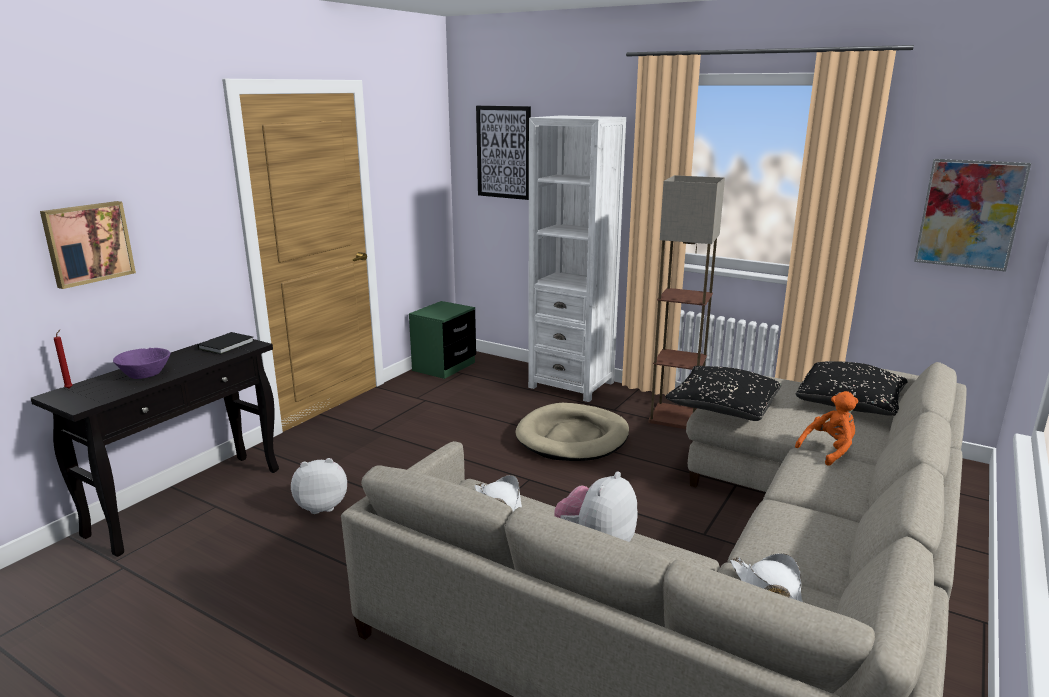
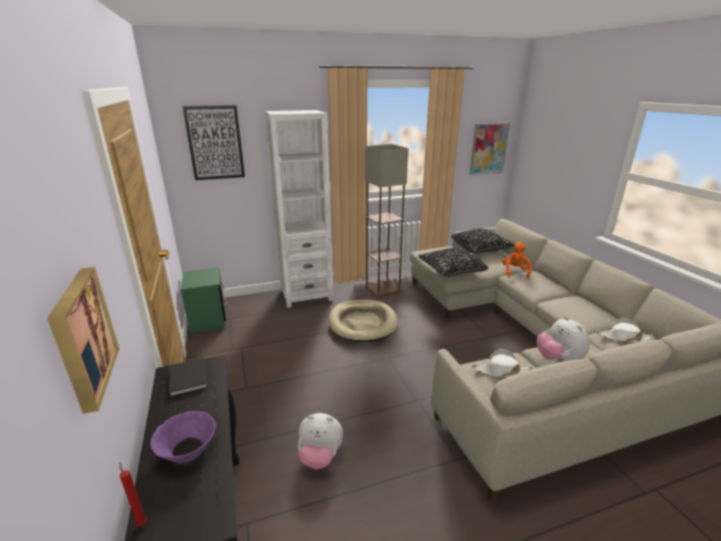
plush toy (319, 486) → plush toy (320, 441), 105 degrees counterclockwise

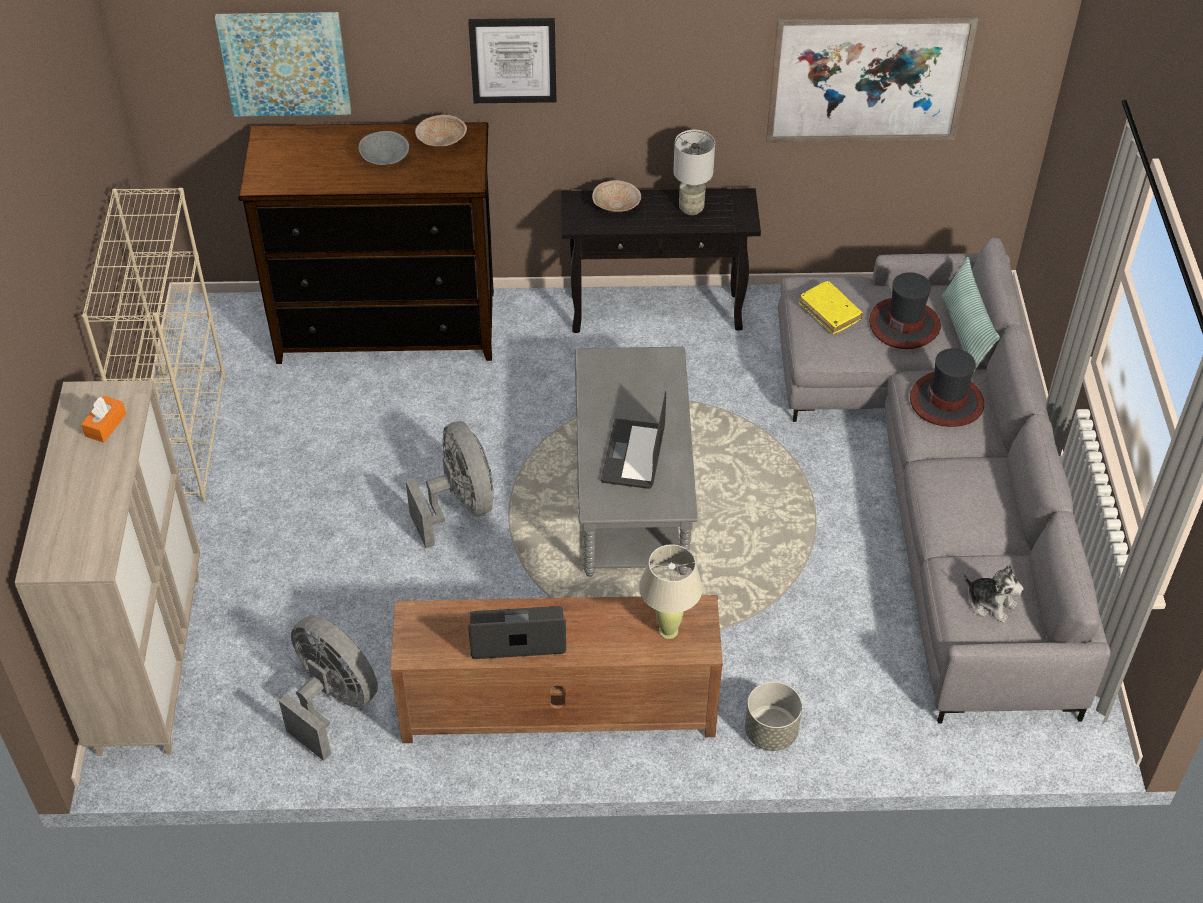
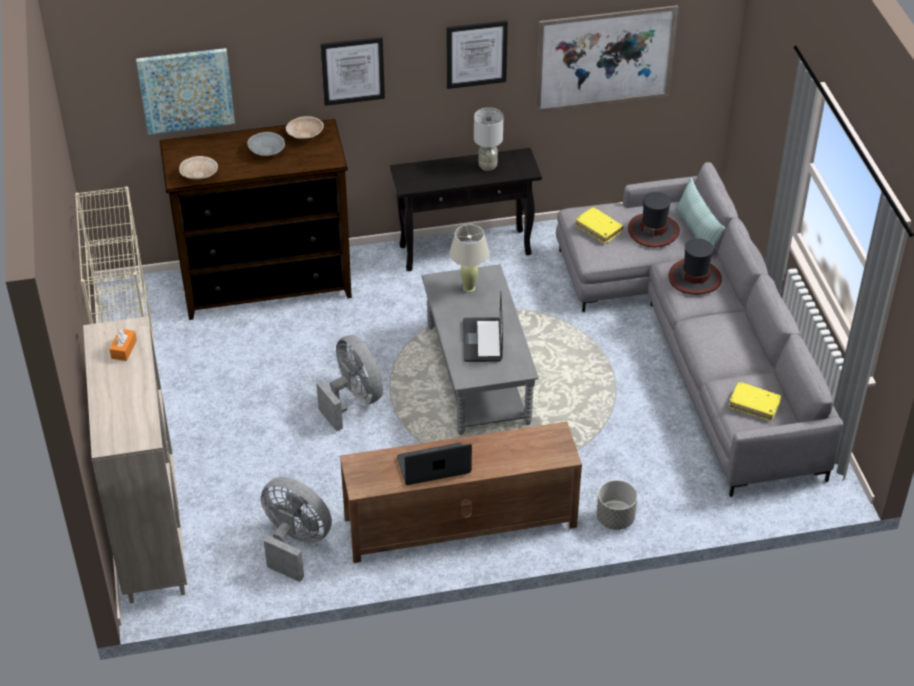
beige bowl (616, 196) → beige bowl (198, 168), moved
- → picture (477, 54)
beige tabletop lamp (671, 592) → beige tabletop lamp (469, 258), moved
plush toy (994, 594) → yellow-coloured volume (755, 401)

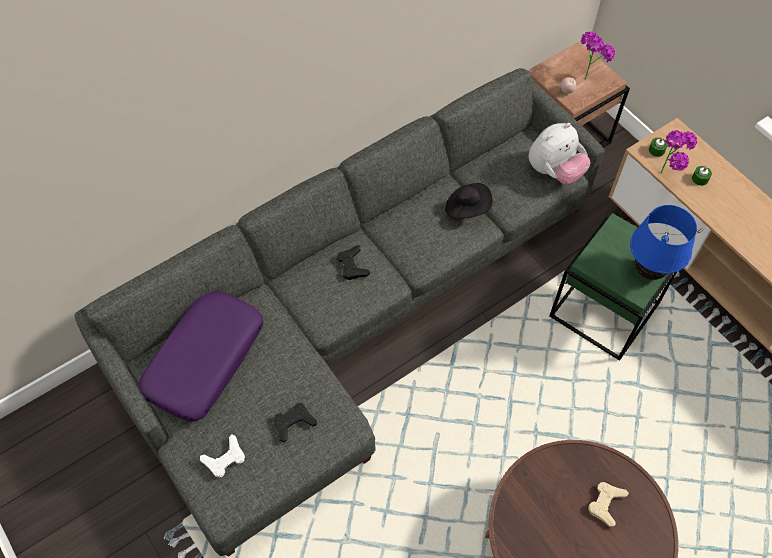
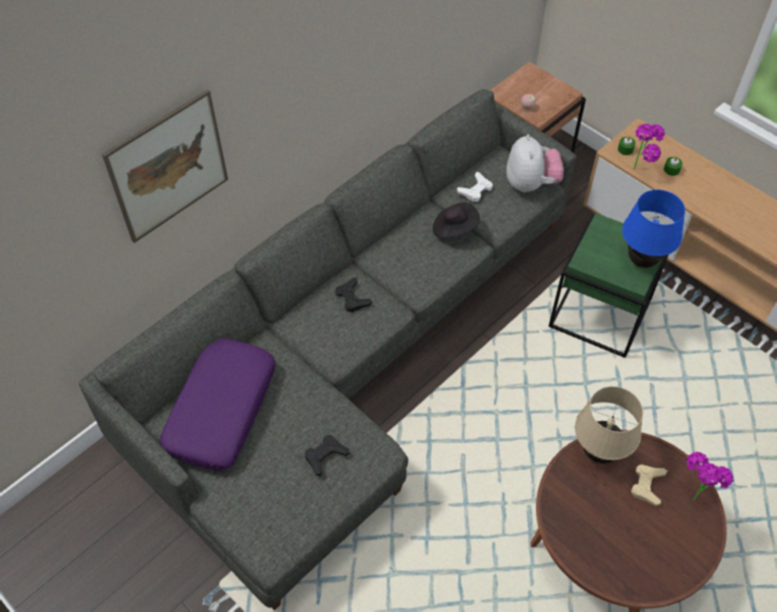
- → picture (165, 166)
white gamepad (222, 456) → white gamepad (475, 186), moved
plush toy (560, 154) → plush toy (535, 163), 45 degrees counterclockwise
- → beige tabletop lamp (609, 425)
plant in a pot (598, 55) → plant in a pot (709, 476), moved

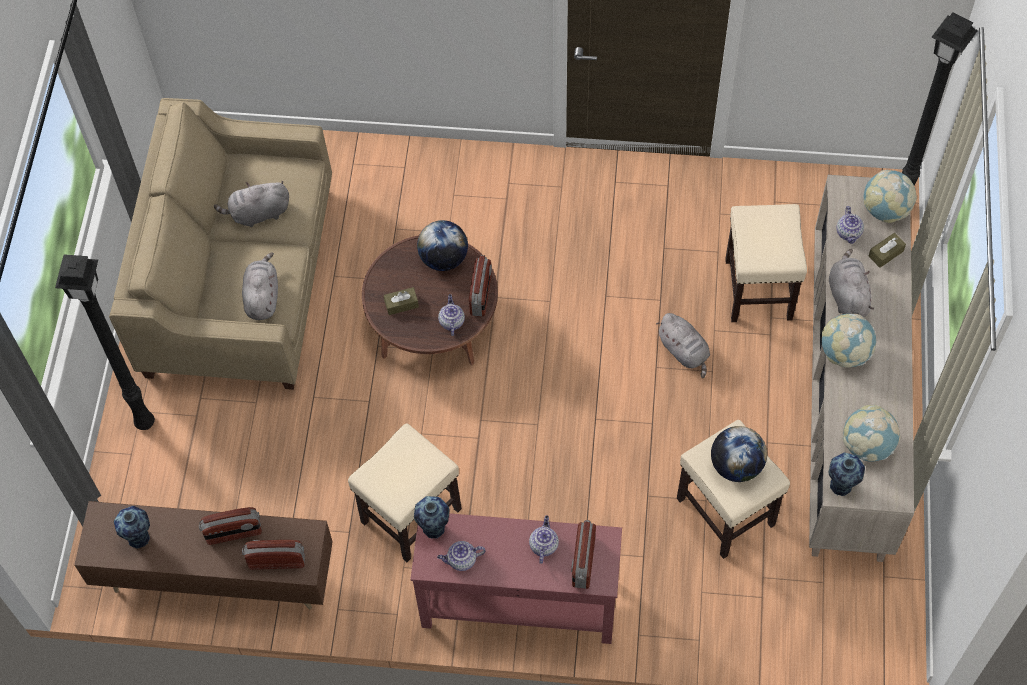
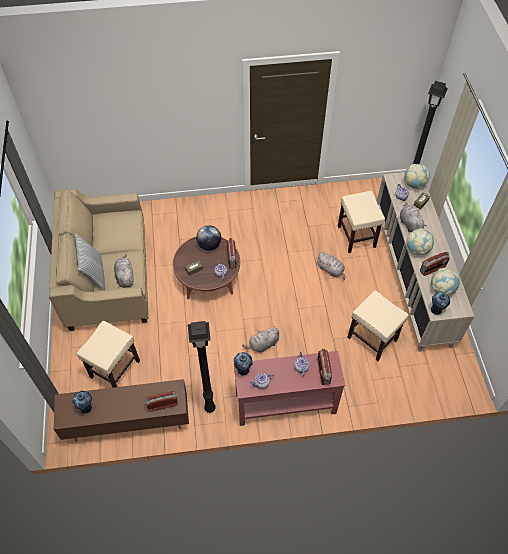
- → pillow (90, 262)
beige sitting stool (405, 492) → beige sitting stool (108, 354), moved
blackish standing lamp (105, 342) → blackish standing lamp (202, 367), moved
grey plush toy (251, 204) → grey plush toy (260, 339), moved
radio (230, 526) → radio (435, 264), moved
world globe (739, 454) → -

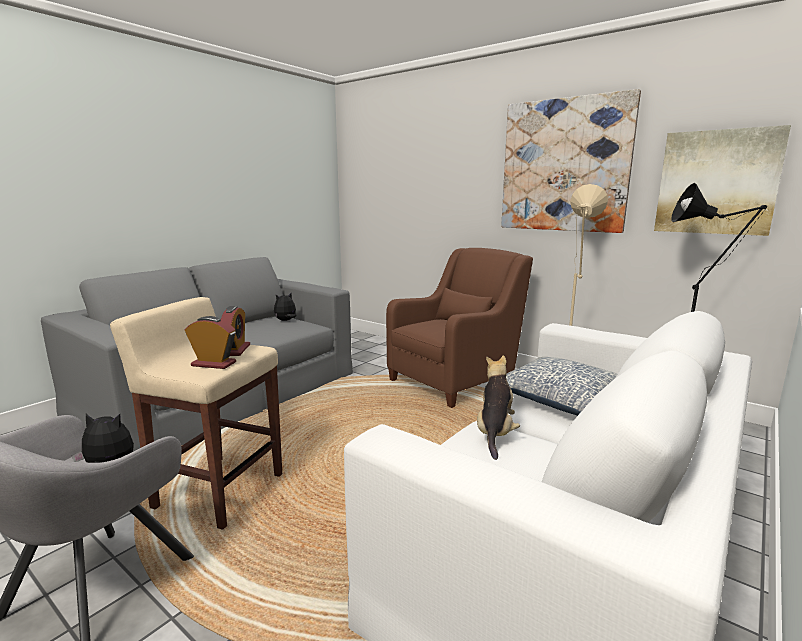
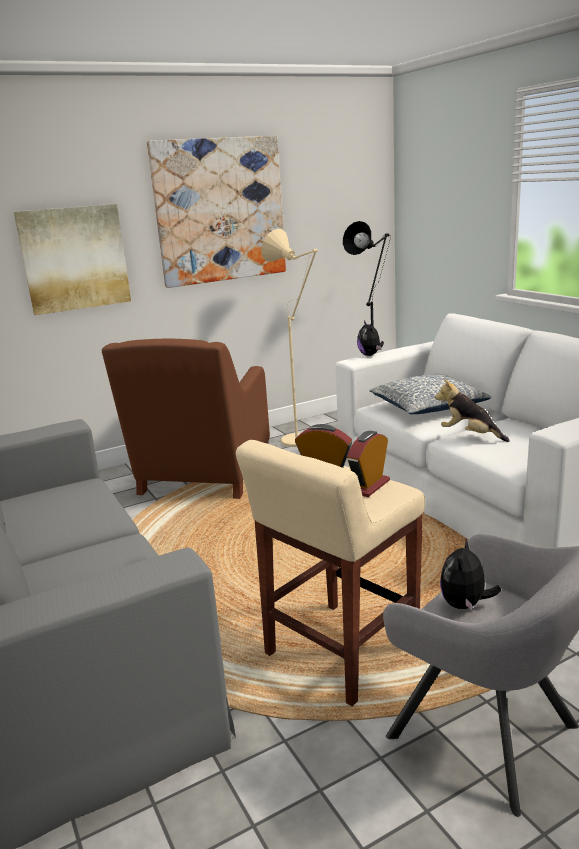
picture (722, 180) → picture (72, 259), moved
brown-coloured armchair (459, 328) → brown-coloured armchair (186, 419), 150 degrees counterclockwise
plush toy (285, 307) → plush toy (370, 338), moved

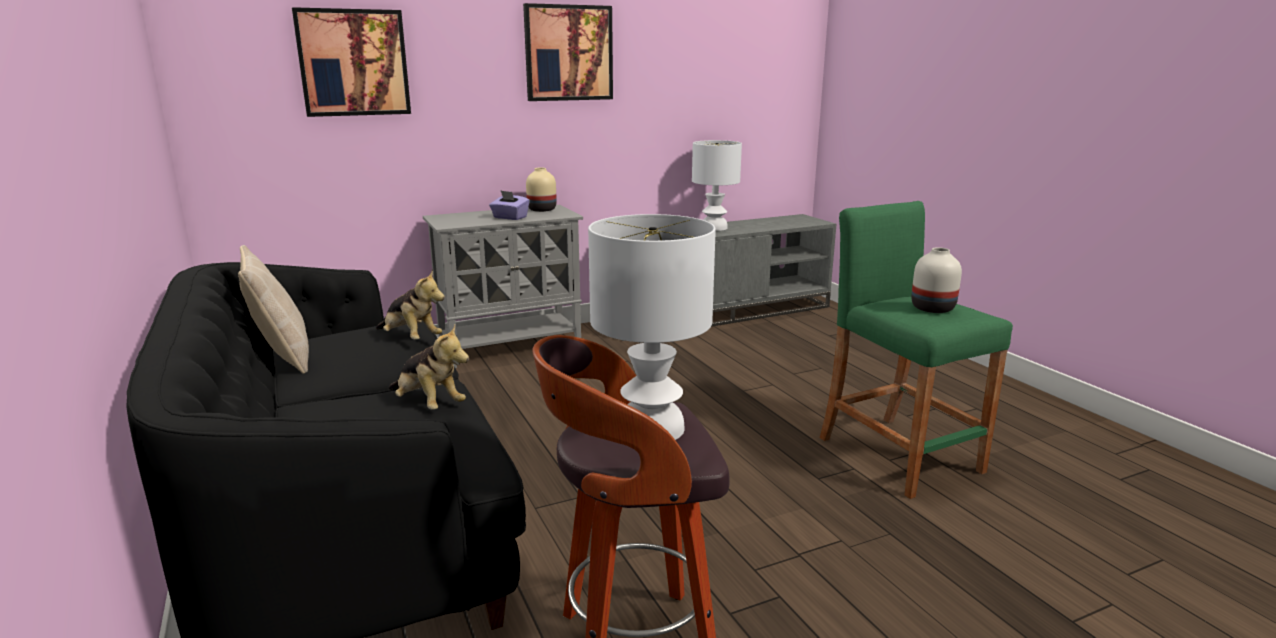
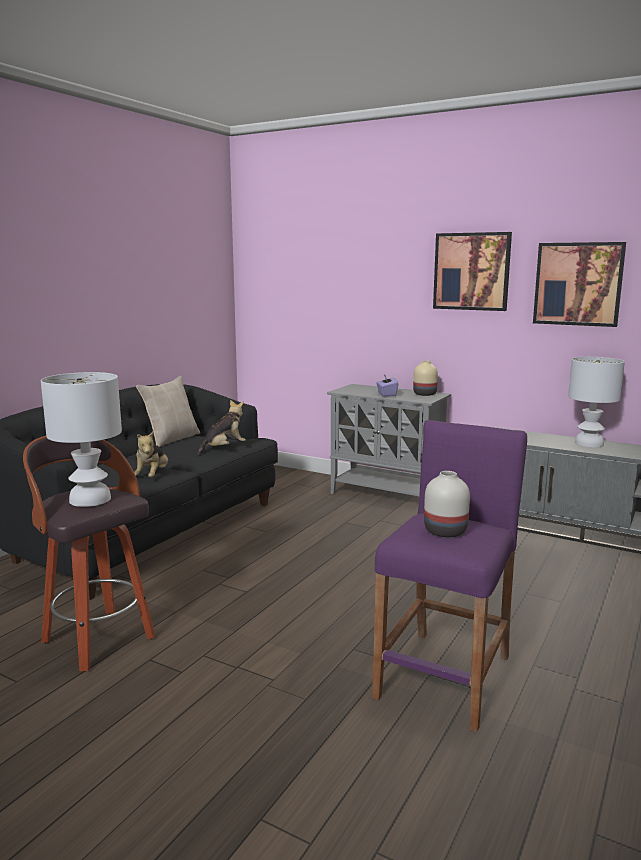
plush toy (410, 304) → plush toy (221, 427), 135 degrees counterclockwise
green-coloured sitting stool (916, 350) → purple sitting stool (449, 576)
picture (351, 62) → picture (579, 284), moved

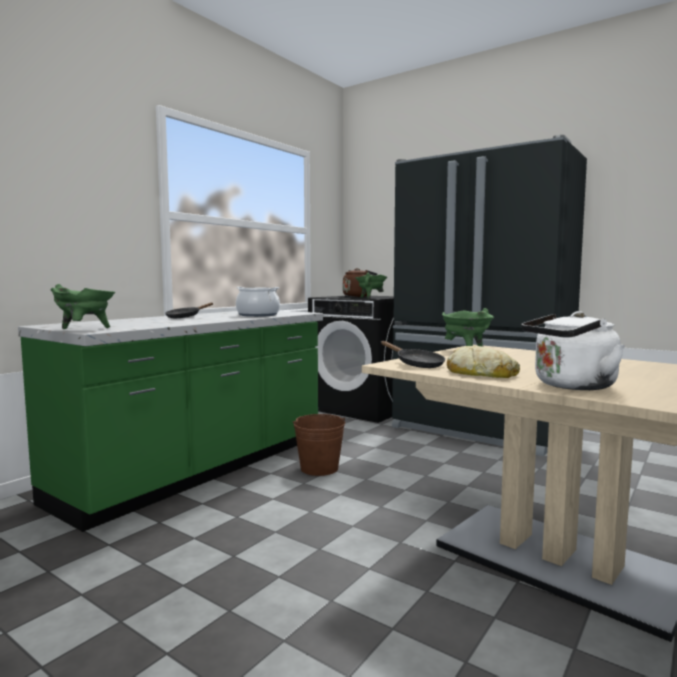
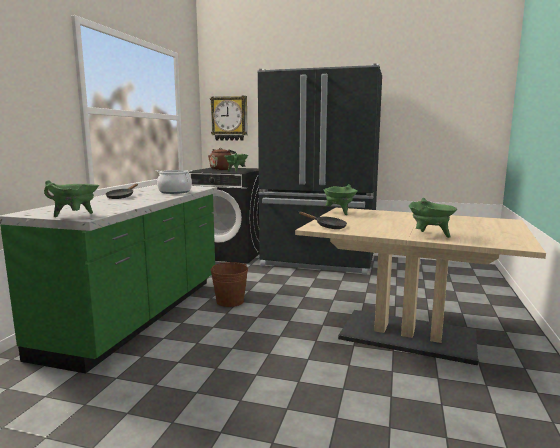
- → wall clock (229, 118)
white water kettle (573, 350) → green-coloured saucepot (433, 218)
bread (483, 362) → -

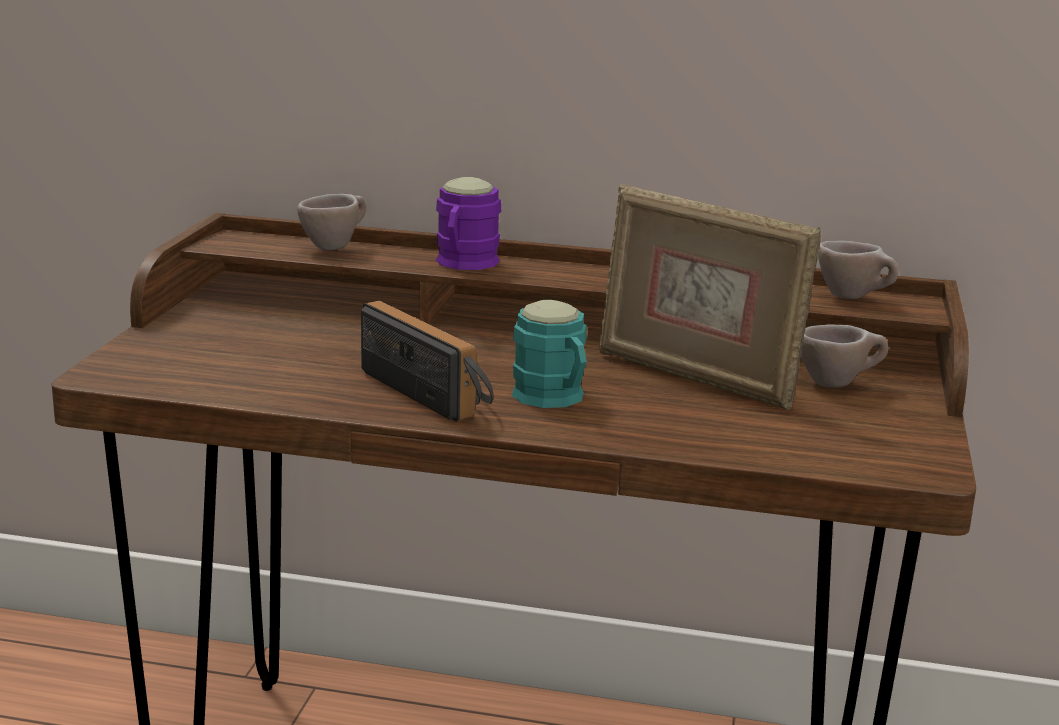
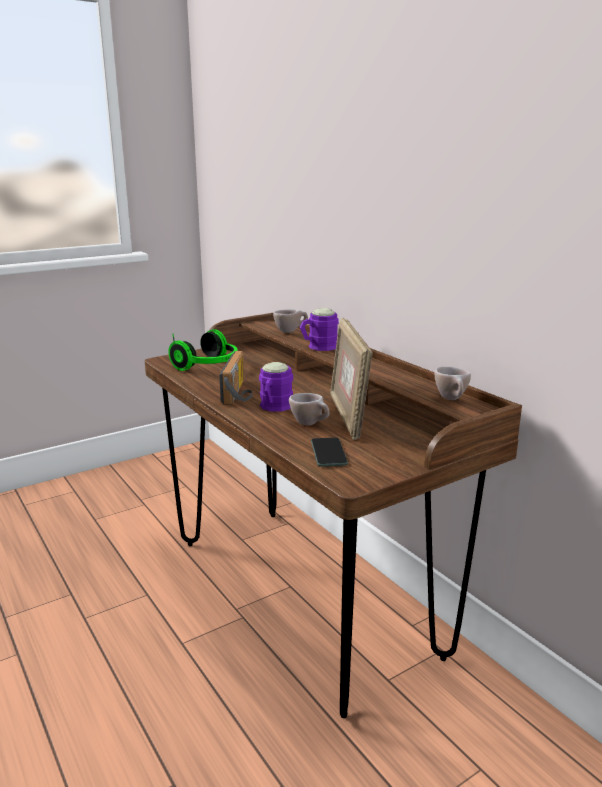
- → pair of headphones (203, 350)
blue-green tea mug (549, 354) → purple tea mug (276, 387)
beige cup (844, 355) → beige cup (309, 409), moved
- → handset (329, 452)

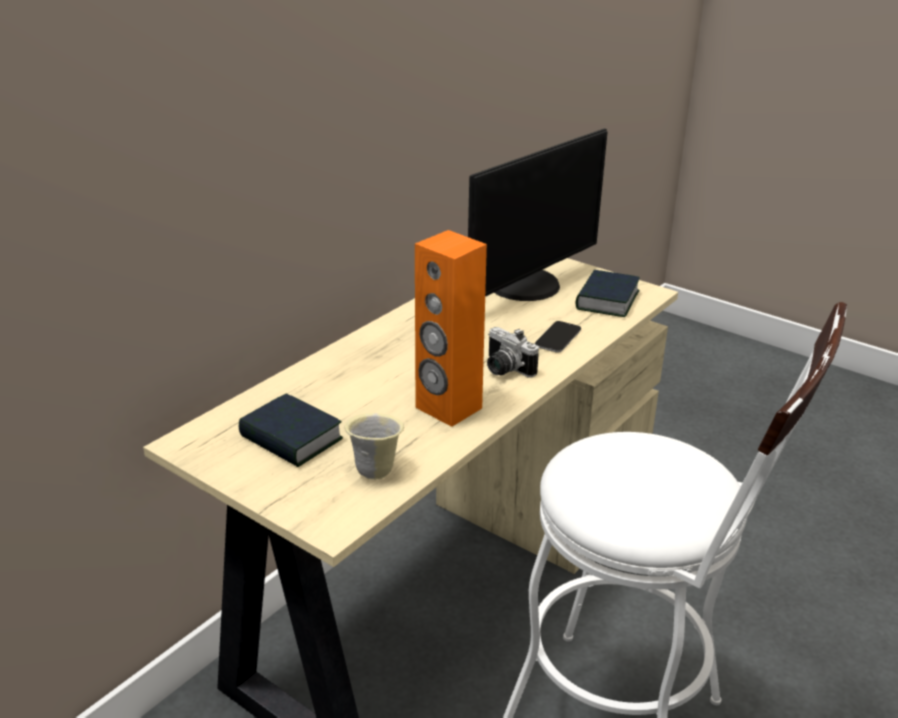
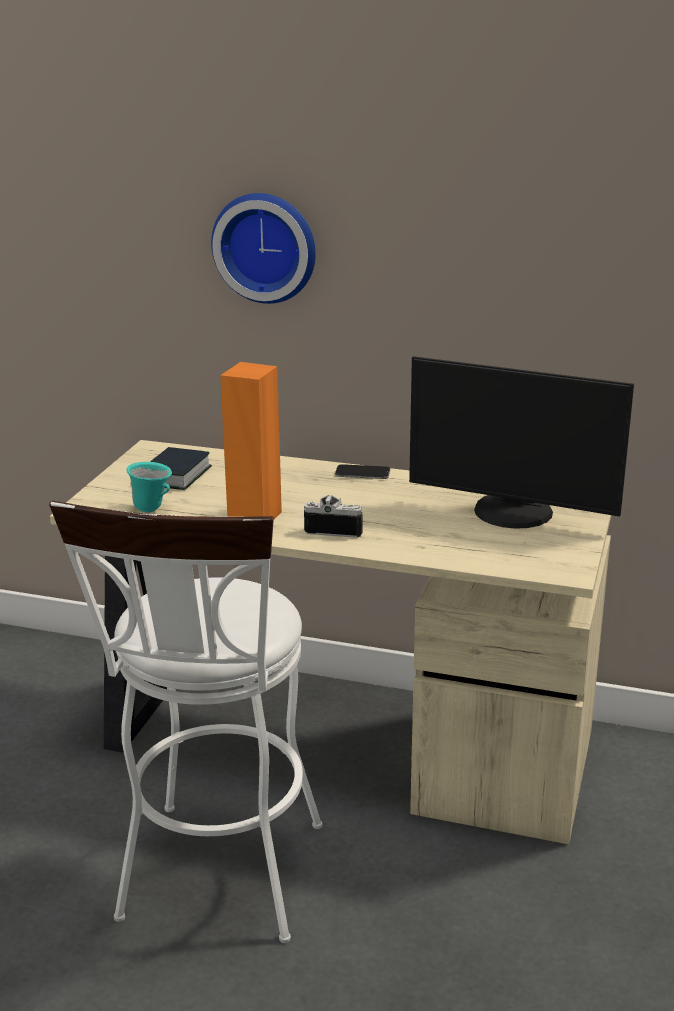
beige tea mug (374, 446) → blue-green tea mug (149, 487)
- → wall clock (263, 248)
still camera (513, 352) → still camera (333, 516), 75 degrees clockwise
handset (558, 337) → handset (362, 471), moved
volume (607, 293) → -

